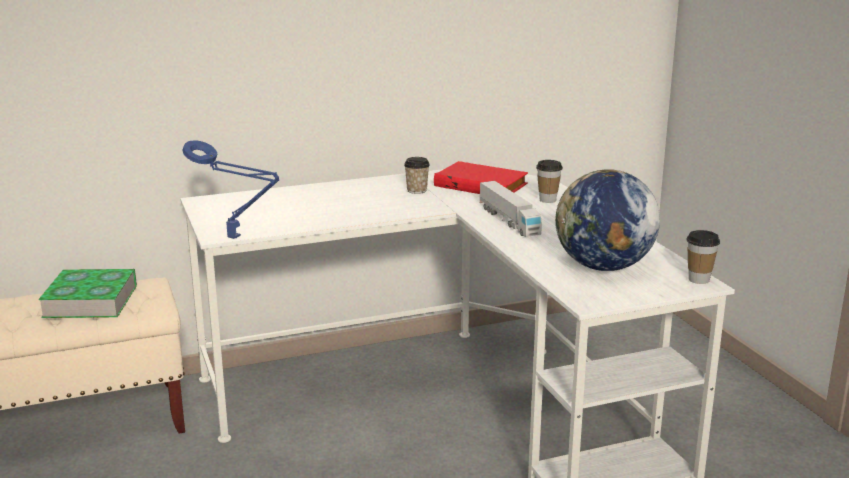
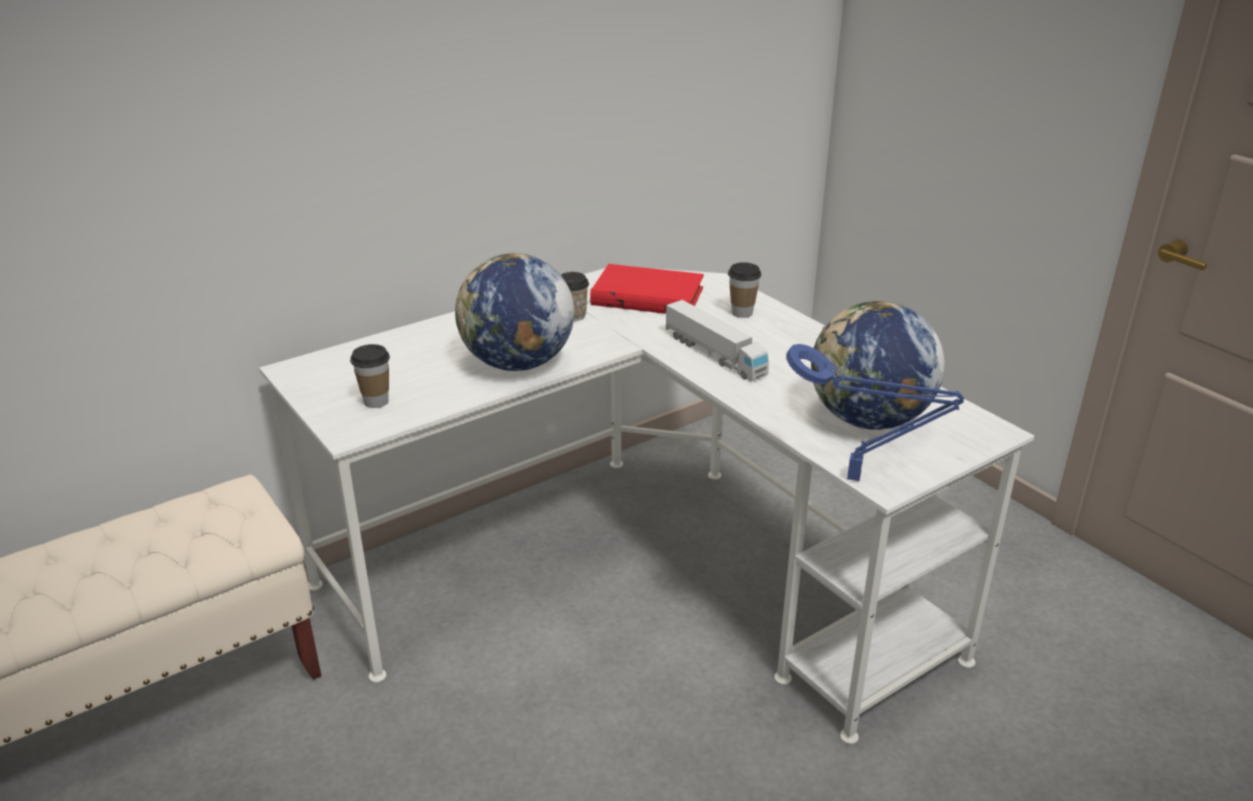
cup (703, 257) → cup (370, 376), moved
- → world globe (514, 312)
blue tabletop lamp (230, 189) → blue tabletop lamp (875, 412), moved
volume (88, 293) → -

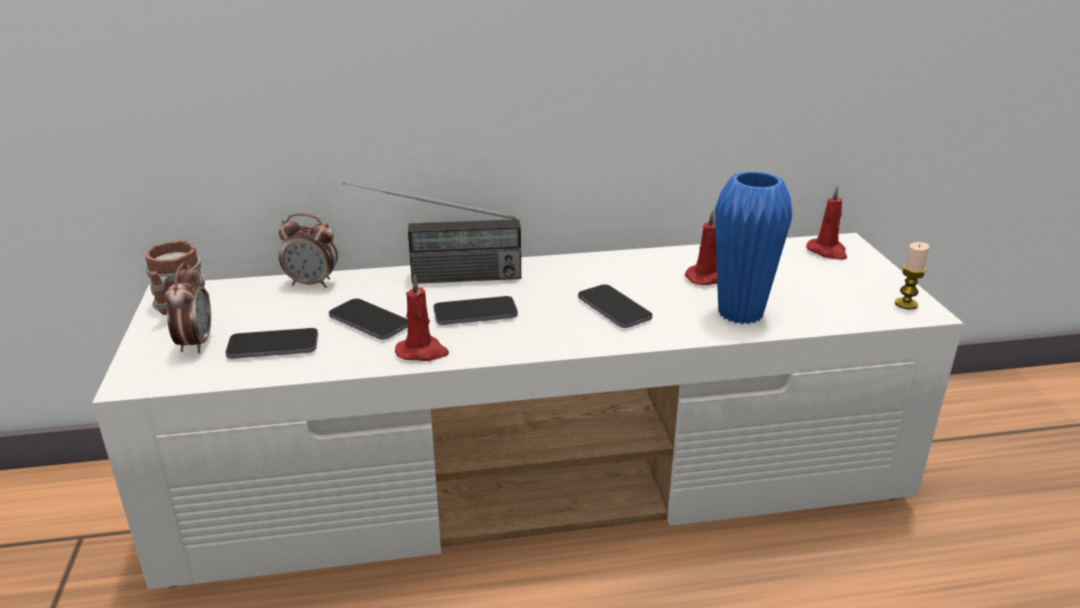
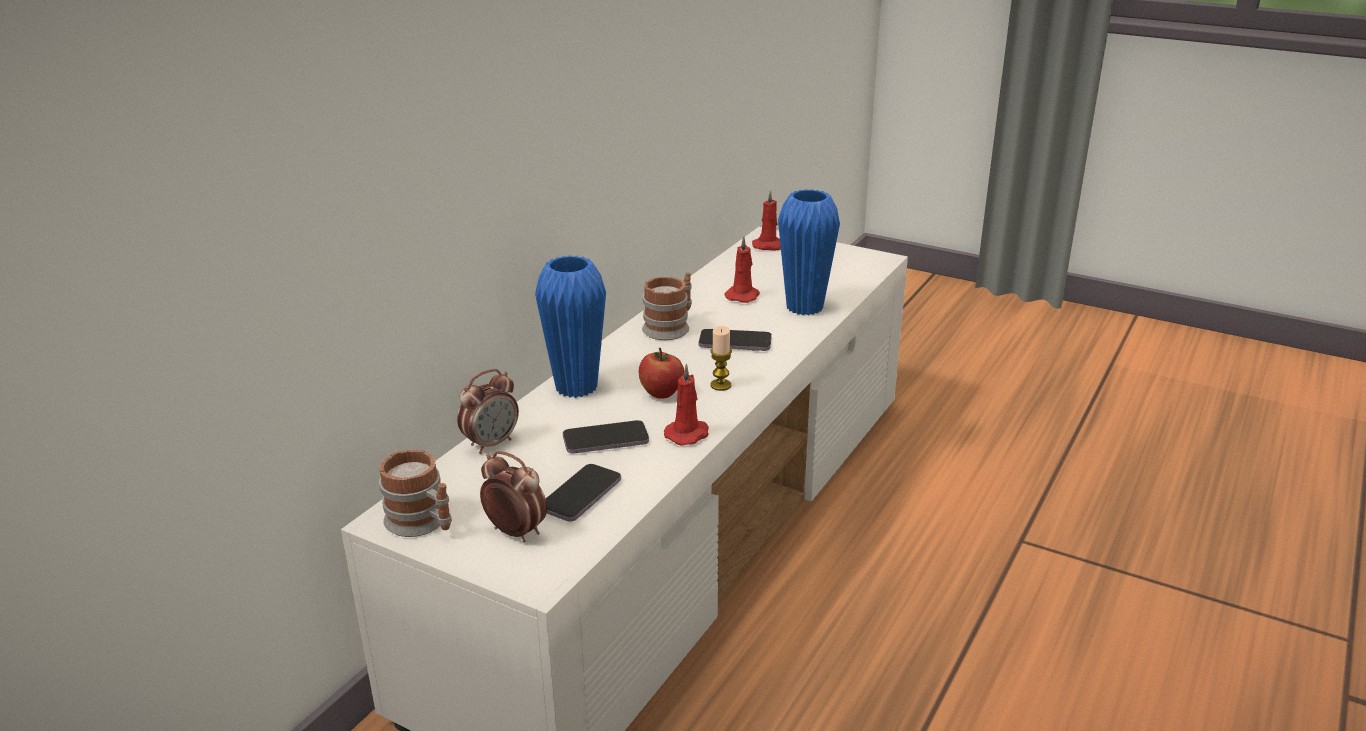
radio (431, 233) → blue vase (570, 326)
handset (476, 310) → whole apple (661, 373)
- → tea mug (667, 306)
candle (912, 276) → candle (721, 358), moved

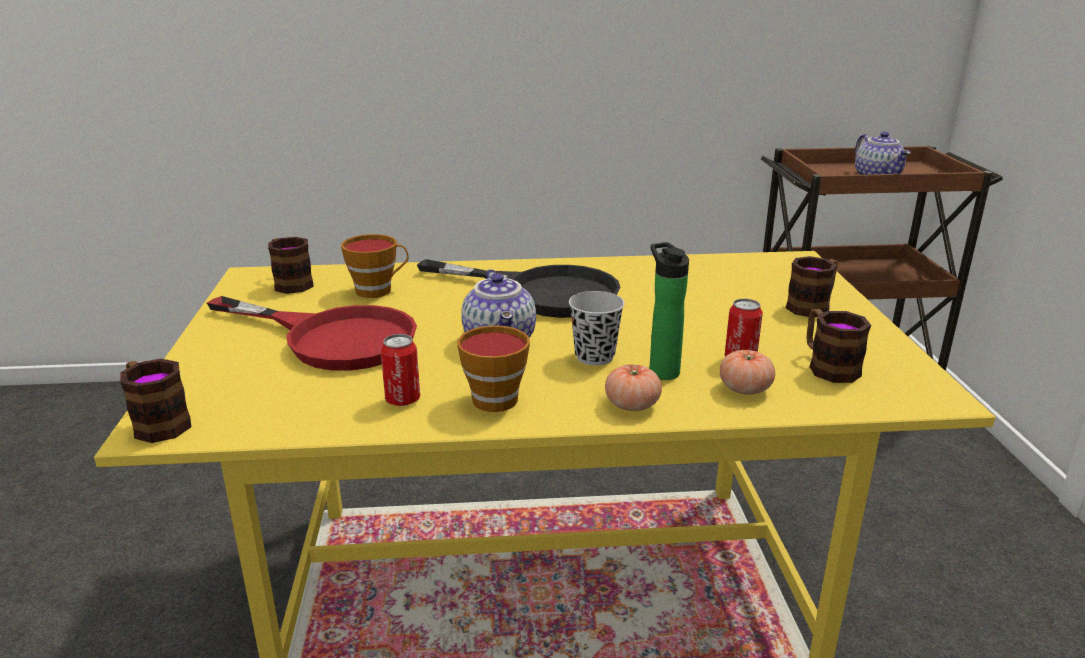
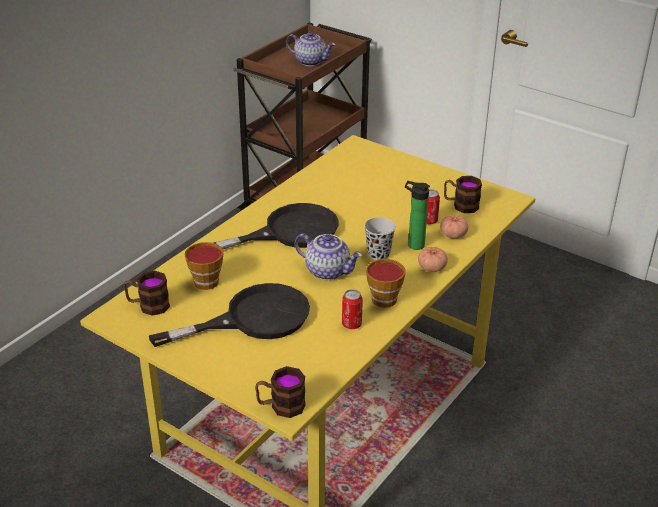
reddish pan (312, 333) → blackish pan (229, 315)
tea mug (812, 286) → -

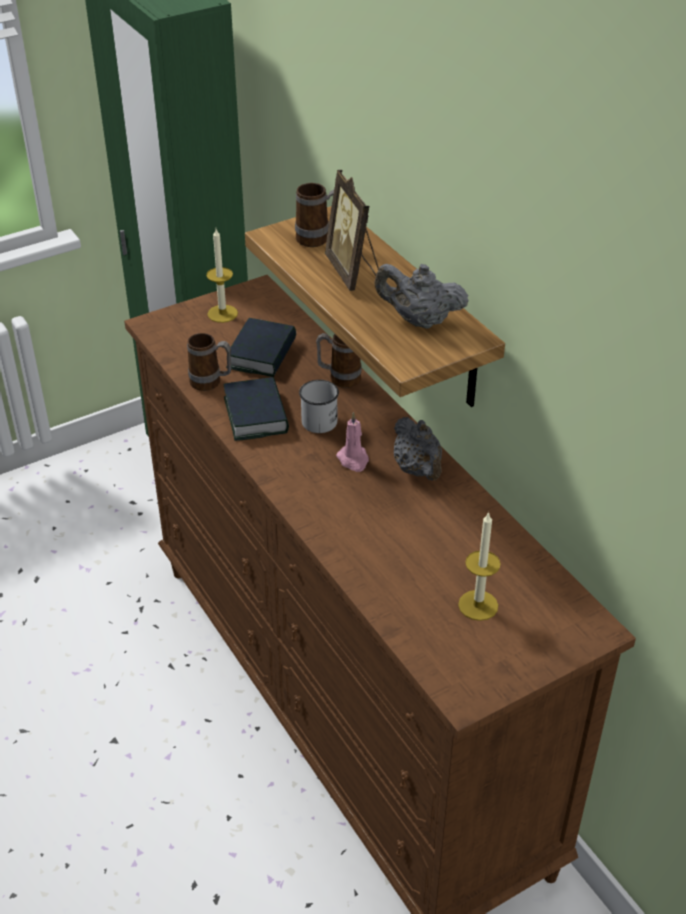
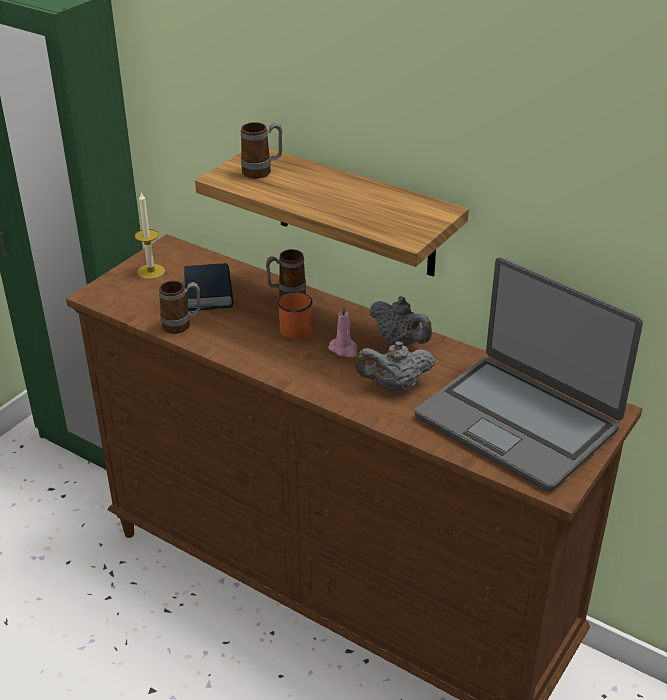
white tea mug (319, 406) → orangey tea mug (294, 315)
grey teapot (421, 296) → grey teapot (395, 366), moved
candle (479, 566) → notebook computer (529, 374)
volume (256, 409) → -
picture frame (352, 230) → -

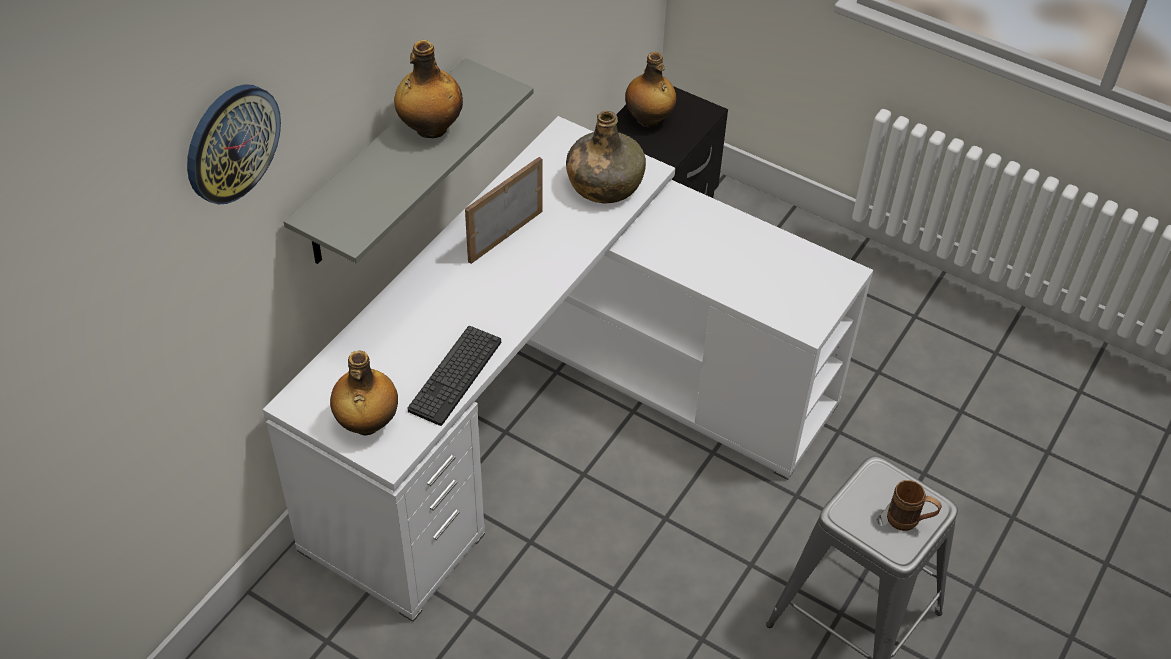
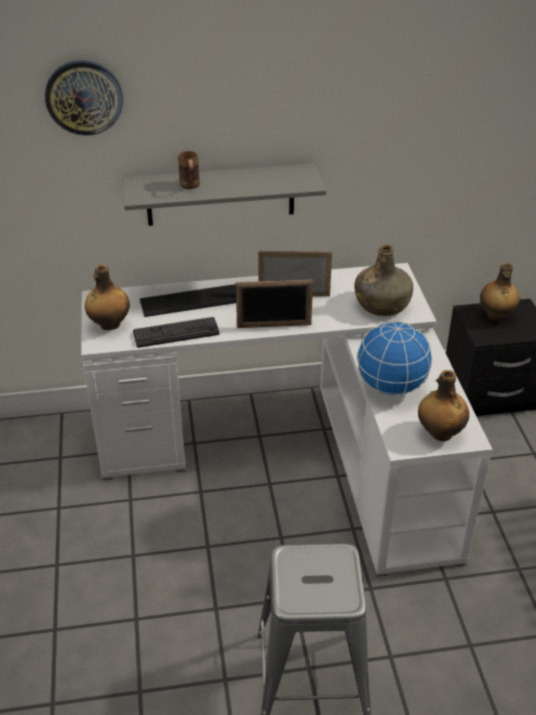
- → keyboard (188, 300)
brown-coloured tea mug (914, 505) → brown-coloured tea mug (189, 170), moved
- → picture frame (274, 303)
- → world globe (394, 358)
drink bottle (428, 89) → drink bottle (443, 405), moved

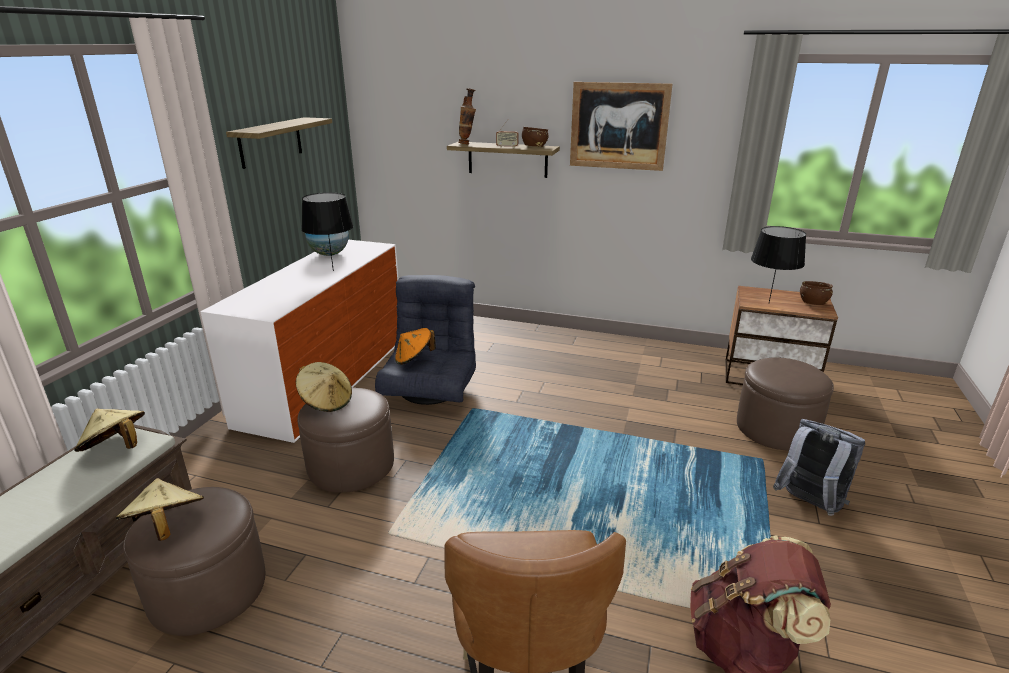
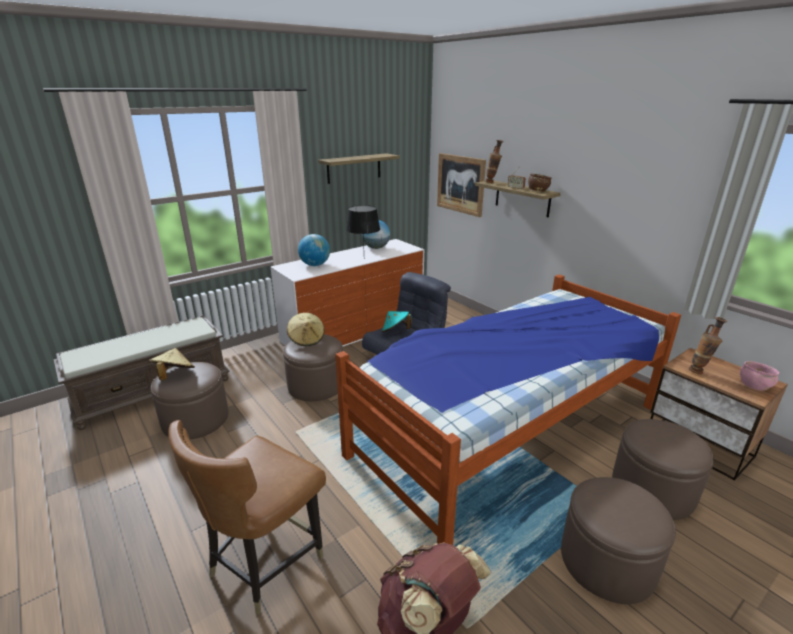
- → world globe (314, 250)
- → bedroom bed (508, 409)
orangey hat (415, 346) → blue-green hat (397, 321)
picture (621, 126) → picture (461, 185), moved
grey rucksack (819, 467) → brown-coloured ottoman (618, 540)
blackish tabletop lamp (778, 264) → vase (708, 345)
brown-coloured bowl (816, 293) → pink-coloured bowl (760, 375)
beige hat (109, 430) → -

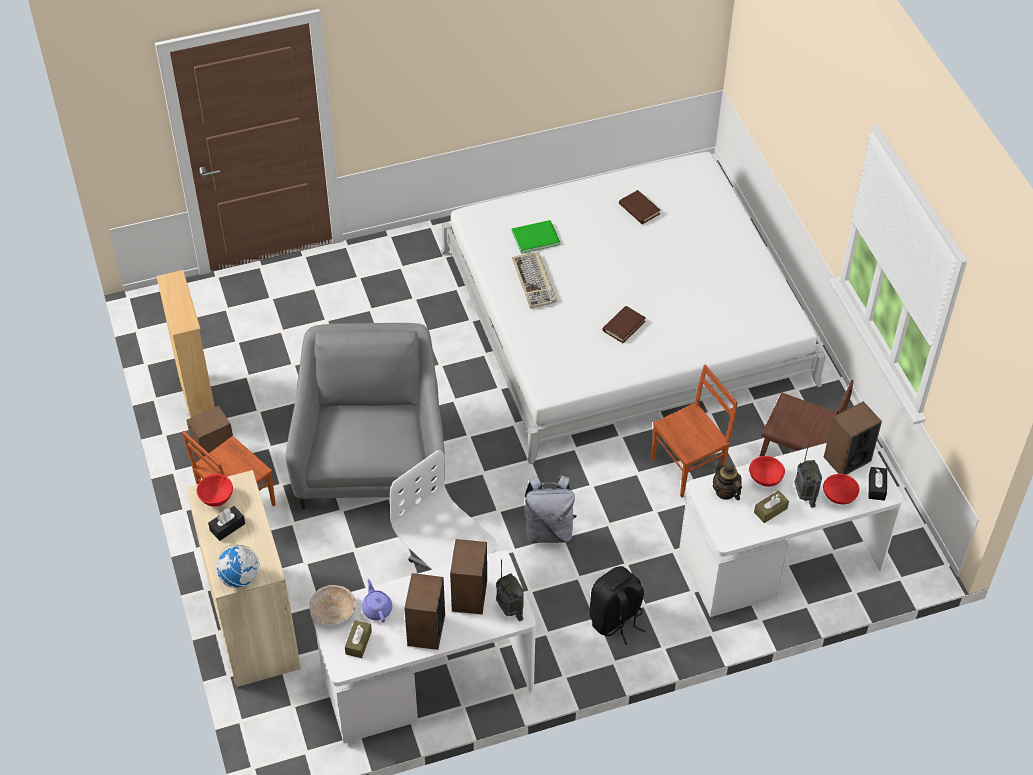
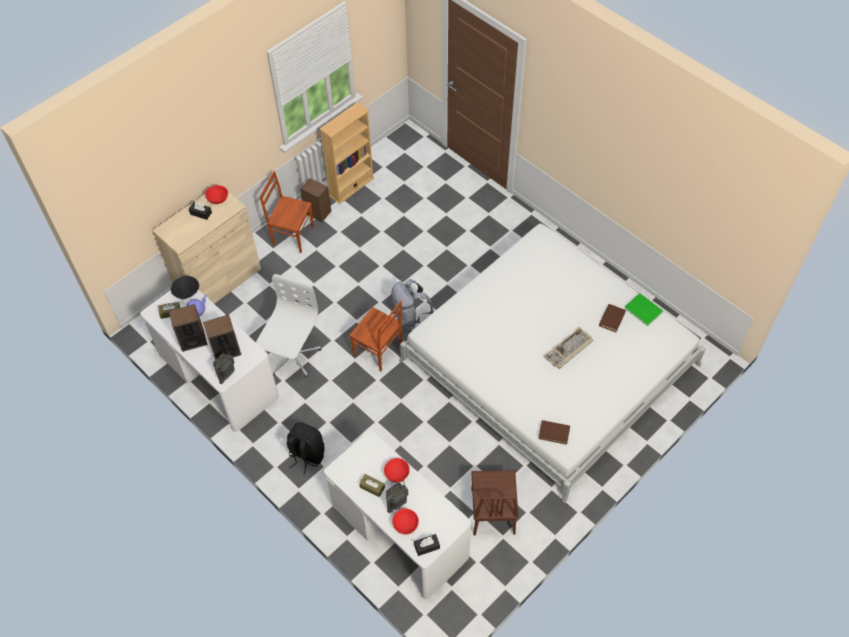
beige bowl (333, 604) → blackish bowl (185, 287)
brown-coloured plain chair (694, 431) → brown-coloured plain chair (375, 336), moved
grey rucksack (549, 509) → grey rucksack (412, 304), moved
brown-coloured volume (624, 324) → brown-coloured volume (554, 432), moved
keyboard (534, 280) → keyboard (568, 348), moved
green-coloured volume (536, 237) → green-coloured volume (643, 309), moved
world globe (238, 566) → -
grey armchair (365, 416) → -
teapot (727, 479) → -
speaker (853, 438) → -

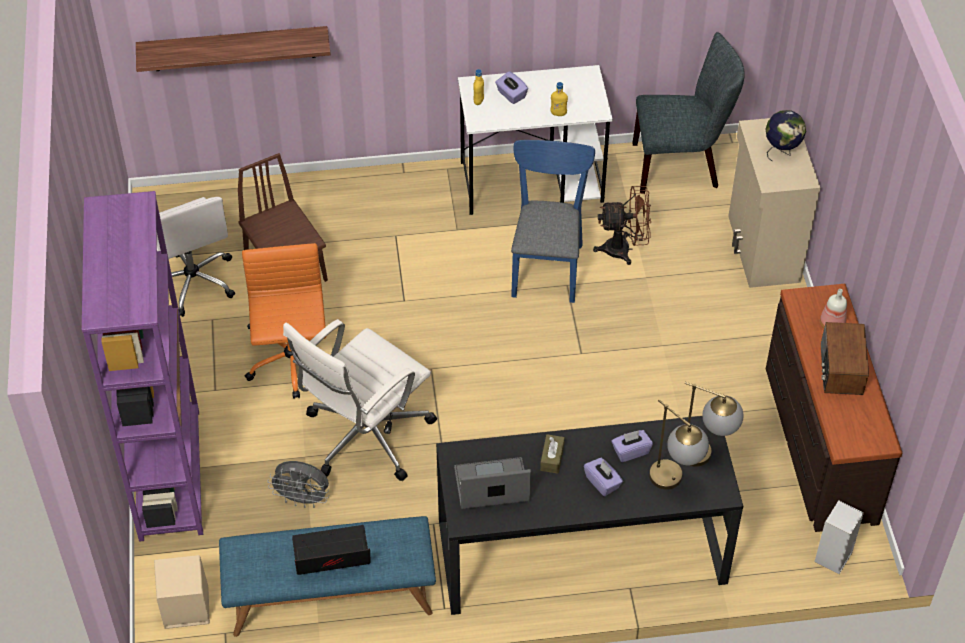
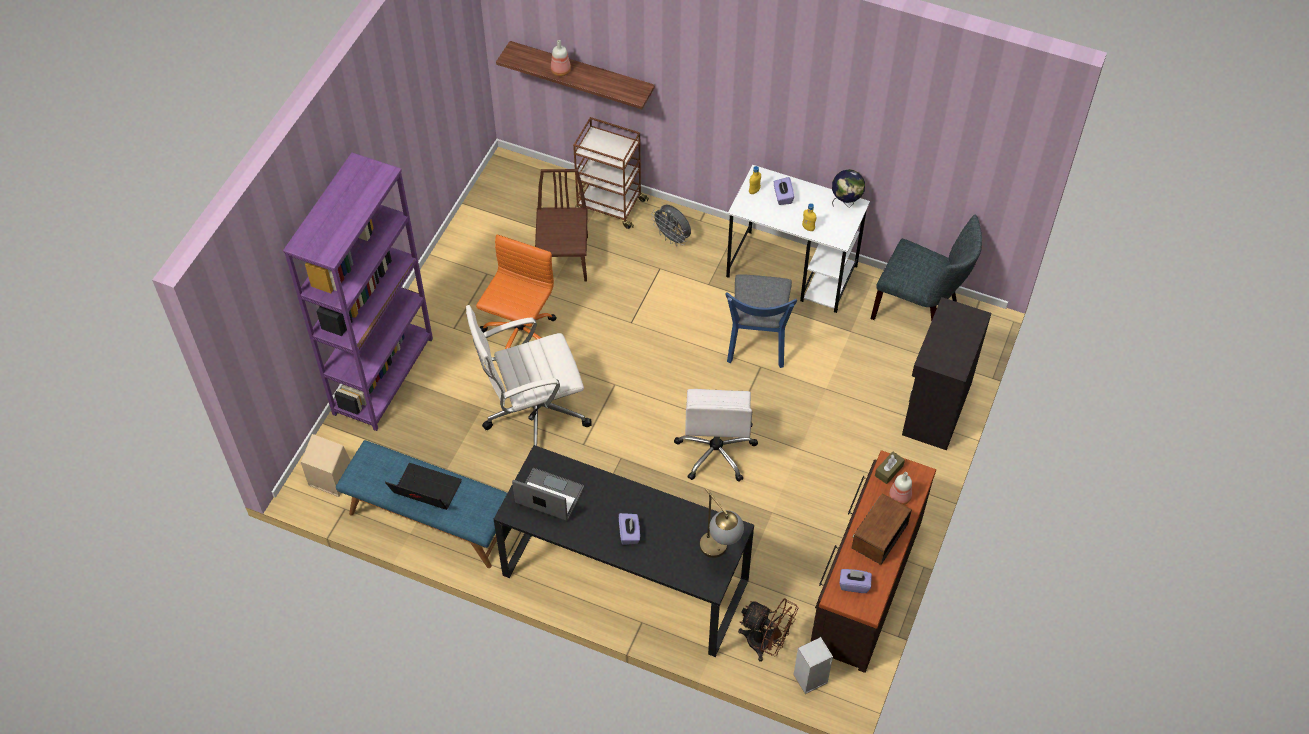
- → drink bottle (561, 58)
- → brown-coloured trolley (611, 173)
grey fan (298, 484) → grey fan (671, 224), moved
white computer chair (196, 257) → white computer chair (716, 435), moved
blue plain chair (553, 221) → blue plain chair (761, 321), 150 degrees clockwise
brown-coloured fan (622, 225) → brown-coloured fan (768, 630), moved
world globe (786, 135) → world globe (848, 188), moved
purple tissue holder (632, 446) → purple tissue holder (855, 581), moved
brown-coloured tissue holder (552, 454) → brown-coloured tissue holder (890, 467), moved
beige storage cabinet (774, 203) → blackish storage cabinet (946, 373)
tabletop lamp (679, 444) → -

